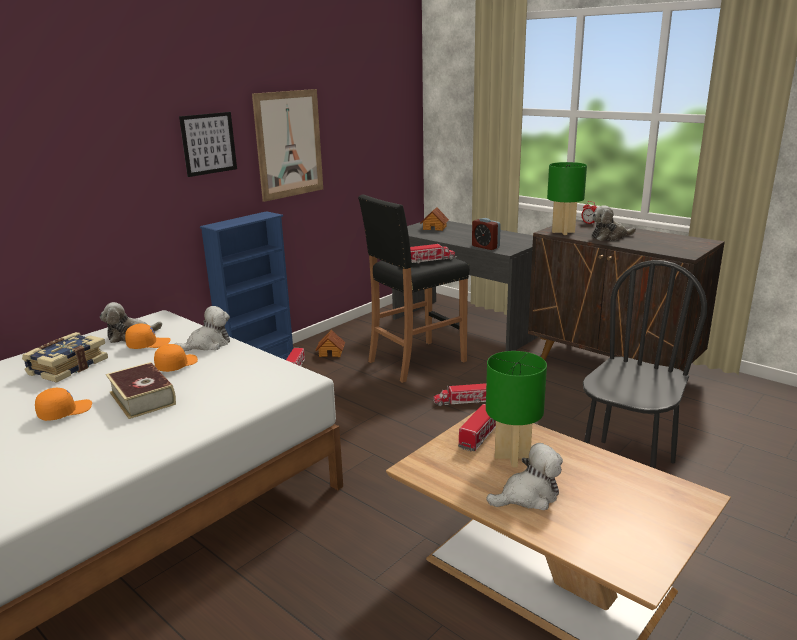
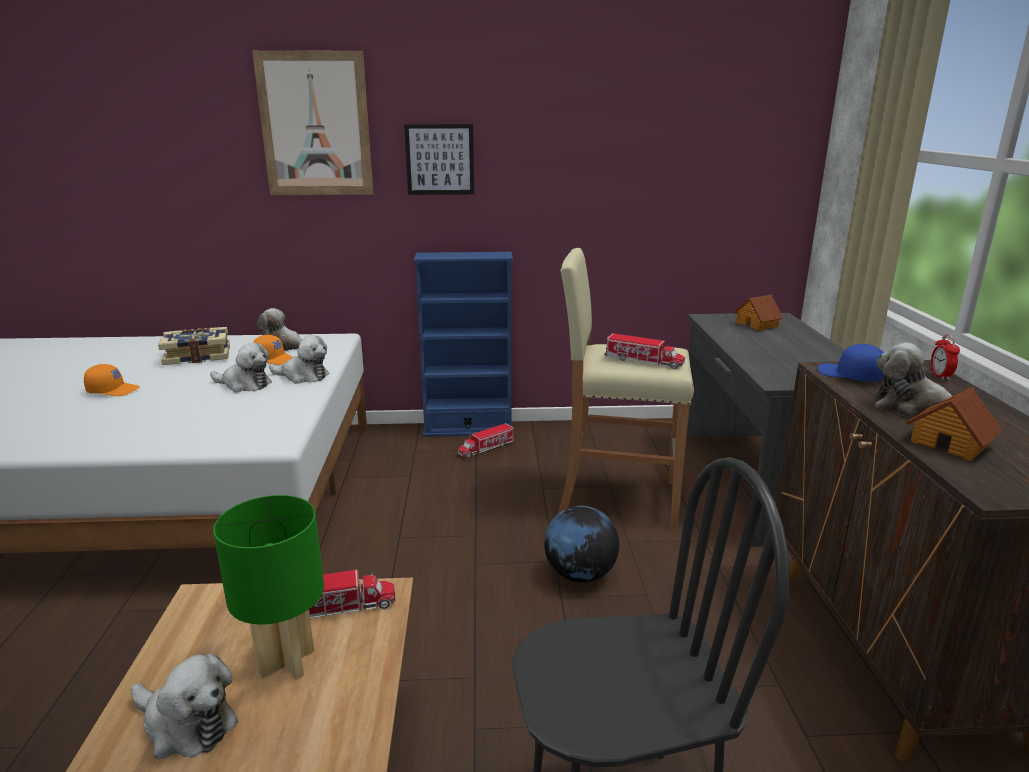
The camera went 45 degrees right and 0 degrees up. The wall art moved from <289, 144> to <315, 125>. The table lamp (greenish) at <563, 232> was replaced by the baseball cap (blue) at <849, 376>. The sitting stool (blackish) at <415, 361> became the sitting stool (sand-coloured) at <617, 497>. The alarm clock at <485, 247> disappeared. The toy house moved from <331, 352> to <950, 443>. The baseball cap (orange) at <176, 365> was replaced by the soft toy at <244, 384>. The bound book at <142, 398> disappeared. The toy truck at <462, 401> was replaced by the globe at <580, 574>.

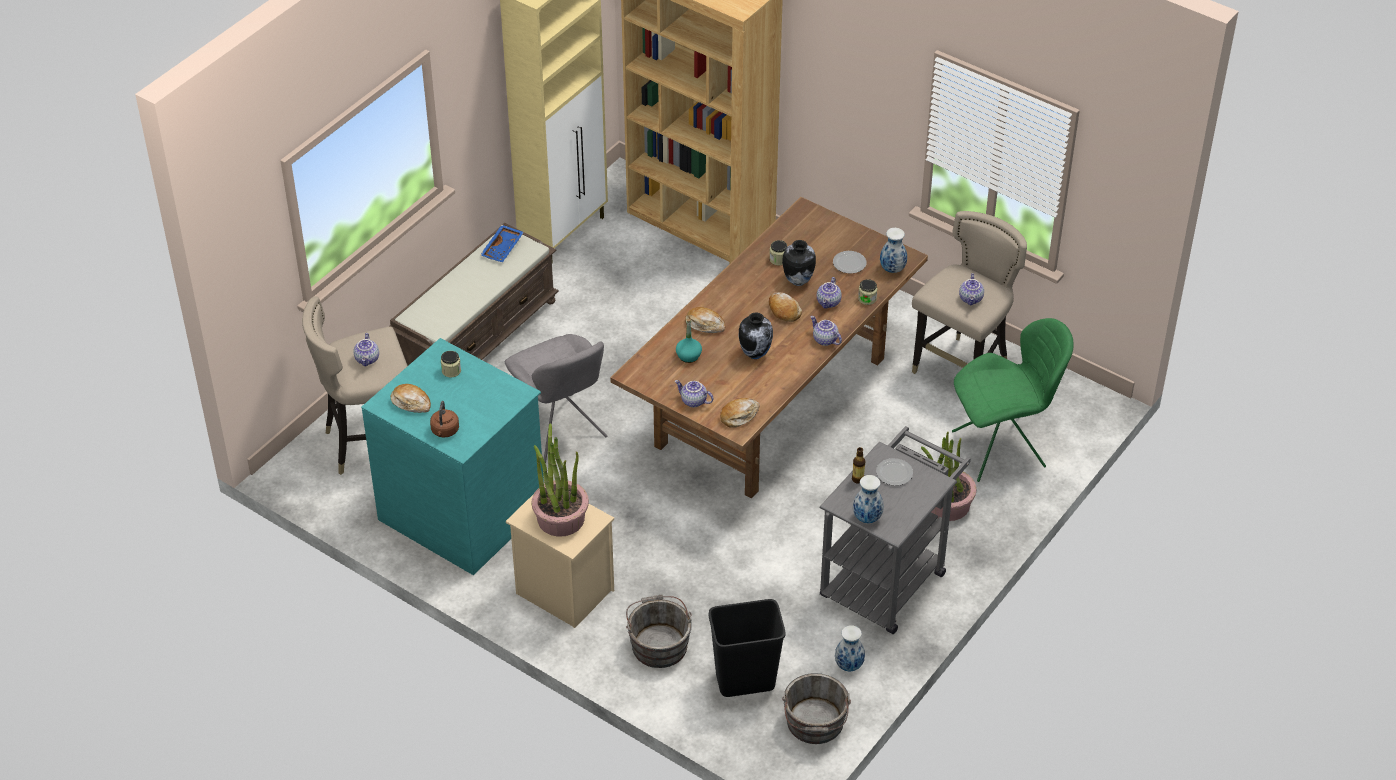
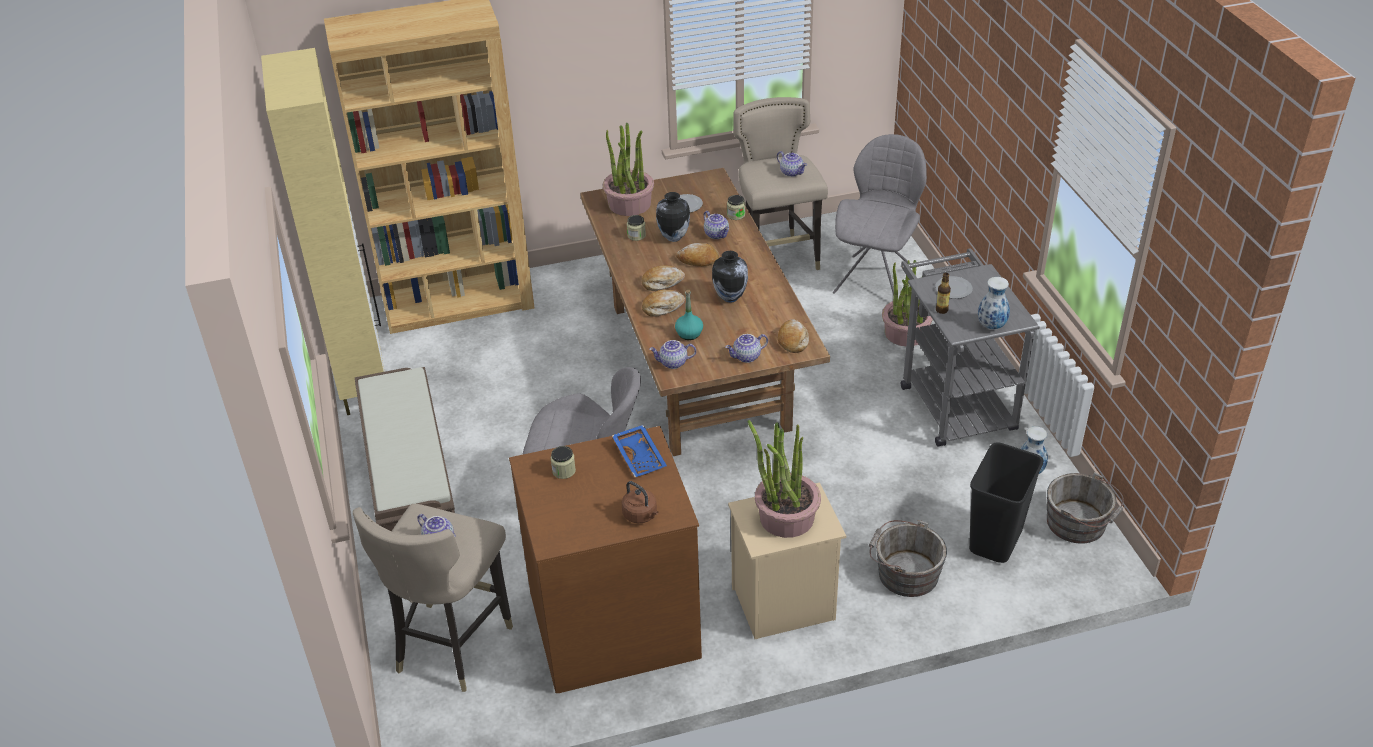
The camera went 50 degrees left and 5 degrees down. The tray (blue) moved from <503, 248> to <640, 456>. The flower vase at <892, 269> disappeared. The teapot moved from <824, 340> to <673, 363>. The chair (greenish) at <1002, 448> became the chair (gray) at <876, 279>. The drawer chest (blue-green) at <463, 511> became the drawer chest (brownish) at <613, 622>. The bread moved from <411, 402> to <662, 282>. The potted plant at <629, 204> appeared.

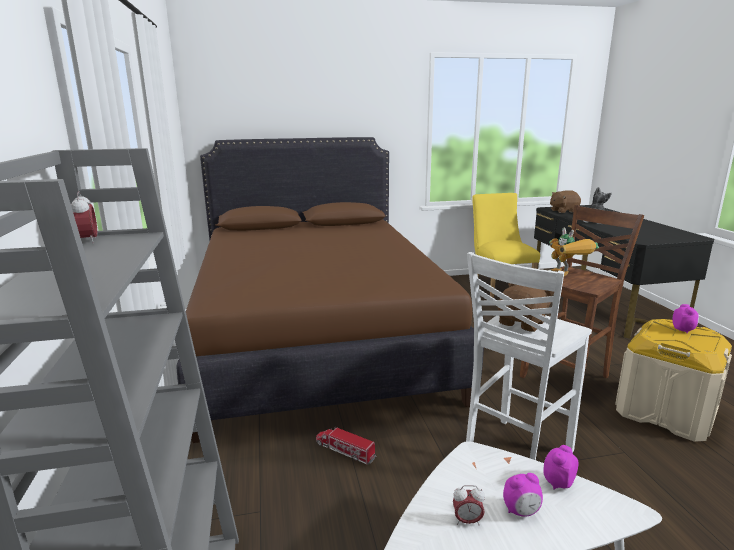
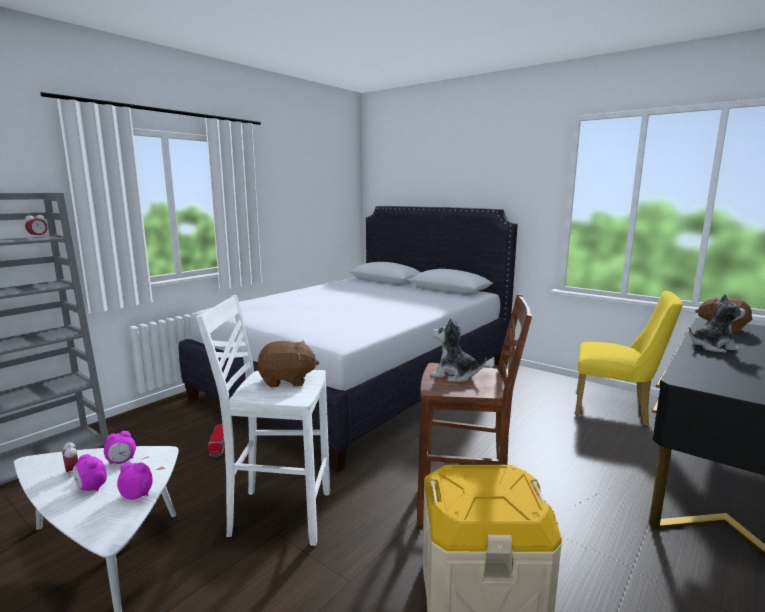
The camera went 50 degrees right and 5 degrees down. The bedroom bed (brownish) at <317, 337> became the bedroom bed (white-coloured) at <360, 379>. The chair (yellowish) at <499, 287> turned 75 degrees clockwise. The toy robot at <567, 277> was replaced by the soft toy at <454, 375>. The alarm clock moved from <683, 330> to <121, 462>.

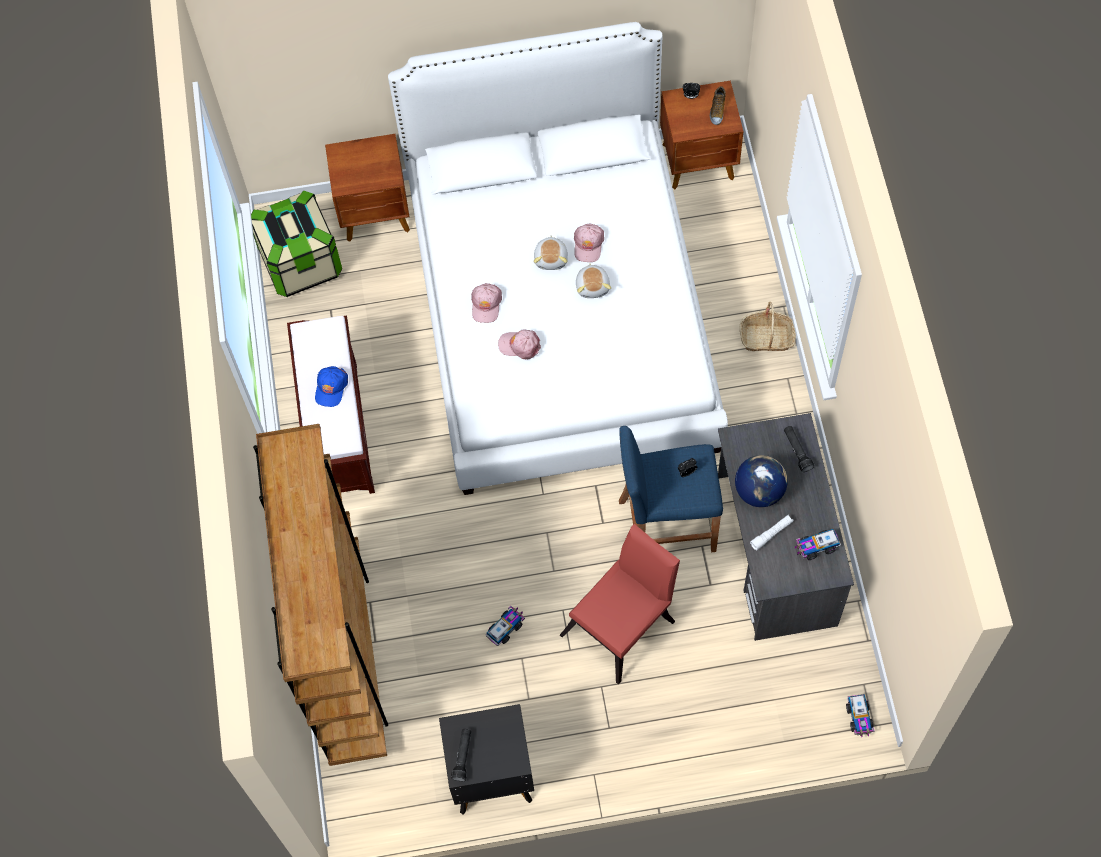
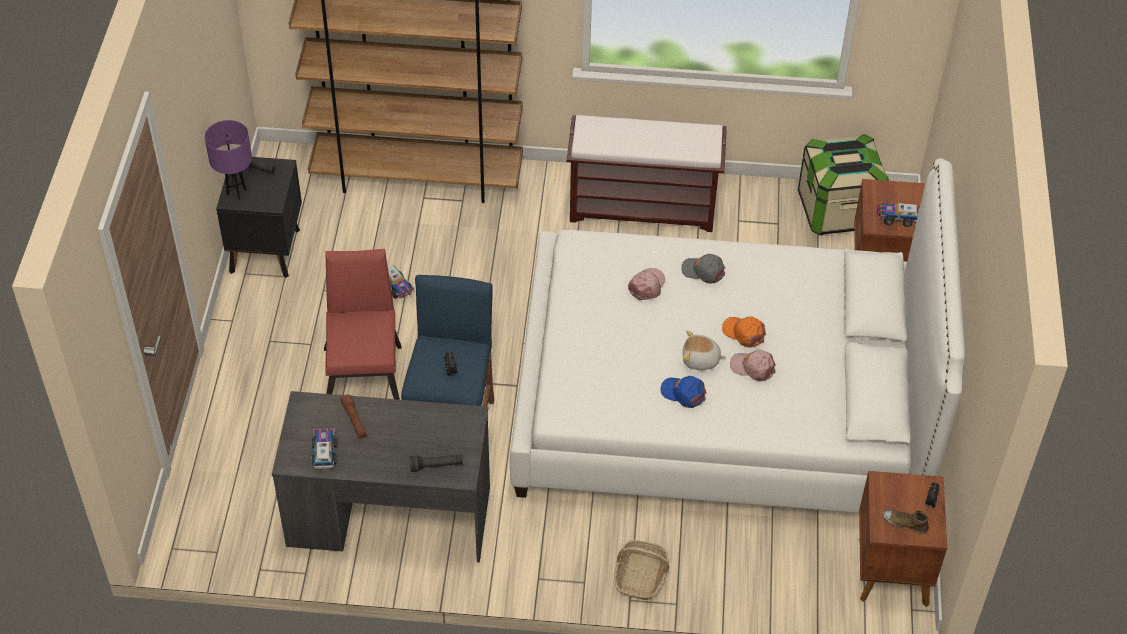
The camera went 100 degrees right and 15 degrees down. The soft toy at <551, 258> was replaced by the baseball cap (orange) at <744, 333>. The baseball cap (pink-coloured) at <486, 304> became the baseball cap (gray) at <703, 271>. The baseball cap (blue) moved from <331, 388> to <683, 393>. The globe at <759, 491> disappeared. The flashlight (white-coloured) at <771, 534> became the flashlight (brownish) at <354, 420>. The chair (reddish) at <624, 623> turned 150 degrees counterclockwise. The toy truck moved from <859, 718> to <896, 218>. The table lamp (purplish) at <236, 192> appeared.

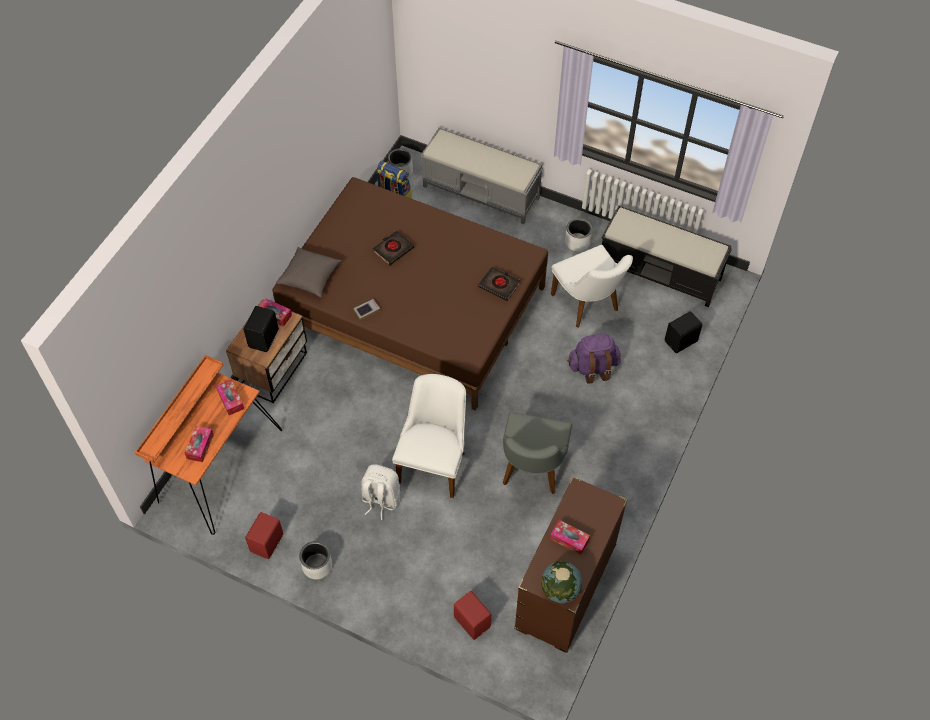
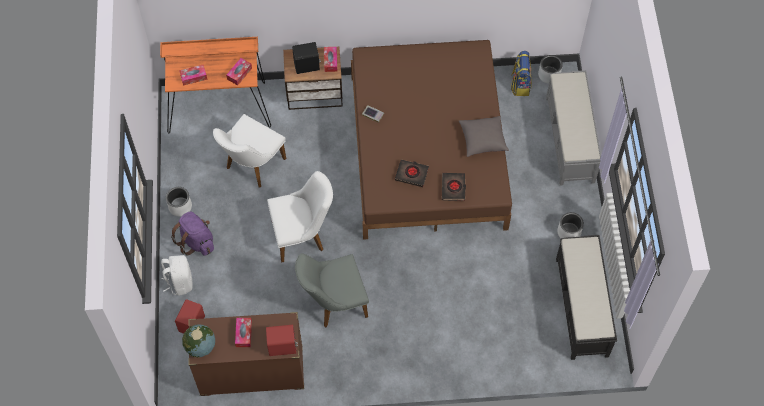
The camera went 60 degrees right and 5 degrees up. The bound book (blackish) moved from <393, 249> to <412, 174>. The chair (white-coloured) moved from <588, 306> to <251, 166>. The cushion (gray) moved from <310, 278> to <483, 140>. The audio speaker (blackish) at <681, 341> disappeared. The rucksack (purplish) moved from <593, 368> to <196, 241>. The rucksack (white-coloured) moved from <380, 499> to <179, 282>. The audio speaker (reddish) moved from <268, 543> to <283, 347>.

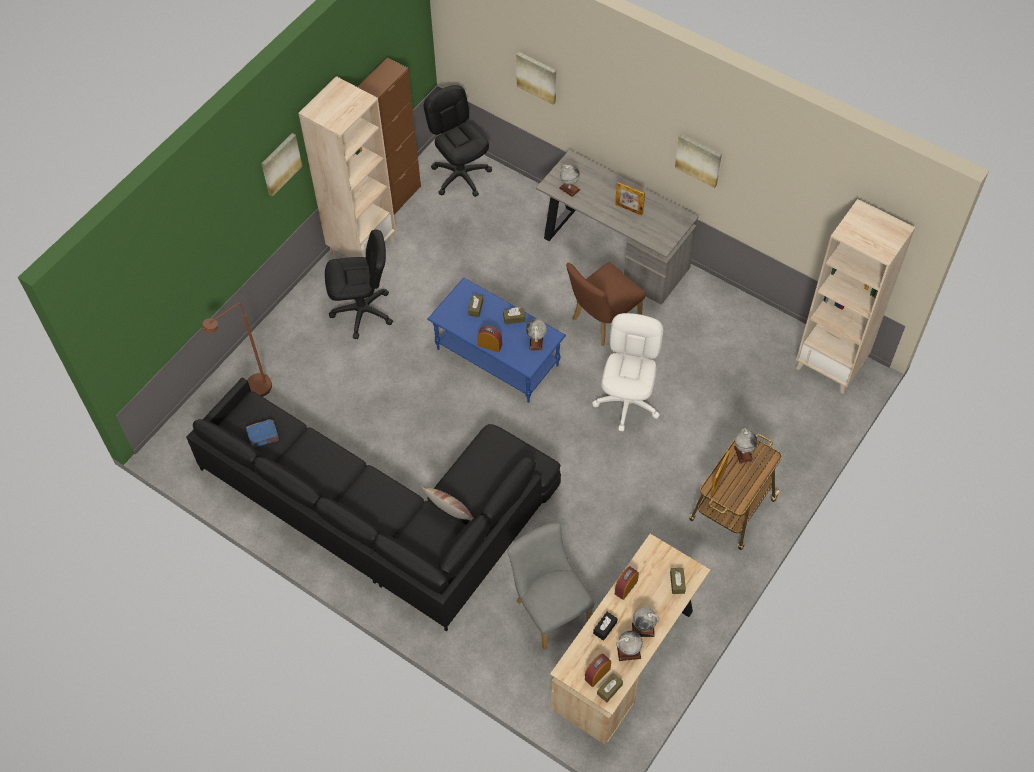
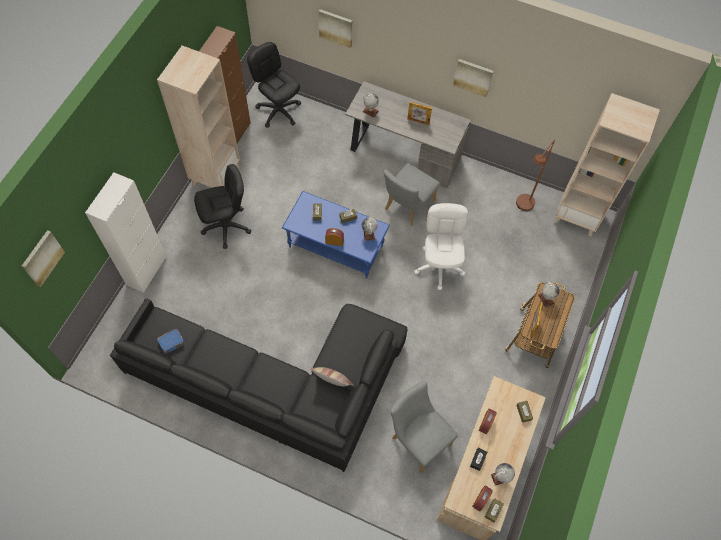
The camera went 15 degrees left and 5 degrees up. The wall art moved from <280, 164> to <42, 258>. The chair (brownish) at <602, 321> became the chair (gray) at <406, 207>. The standing lamp (brownish) moved from <253, 391> to <523, 207>. The globe at <643, 629> disappeared. The cupboard (white-coloured) at <146, 270> appeared.

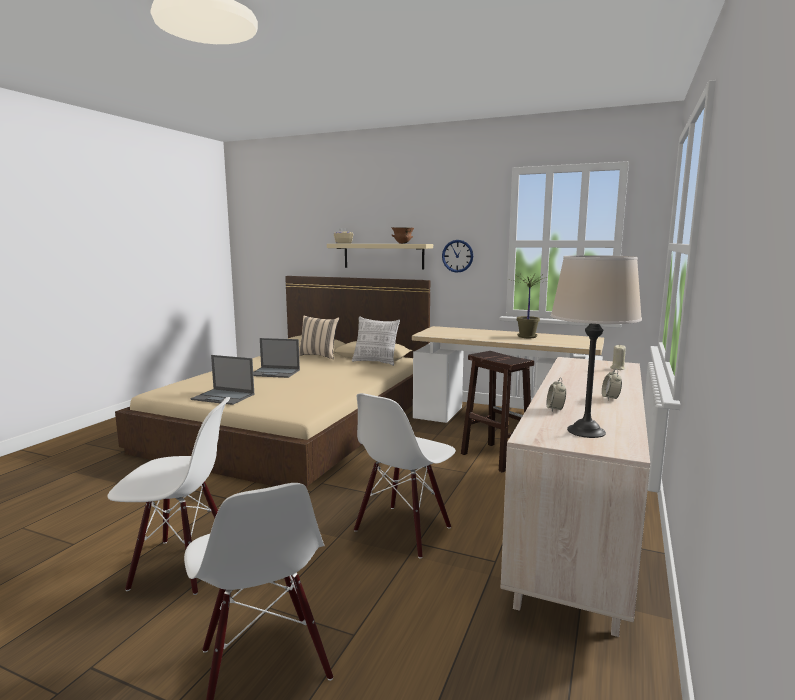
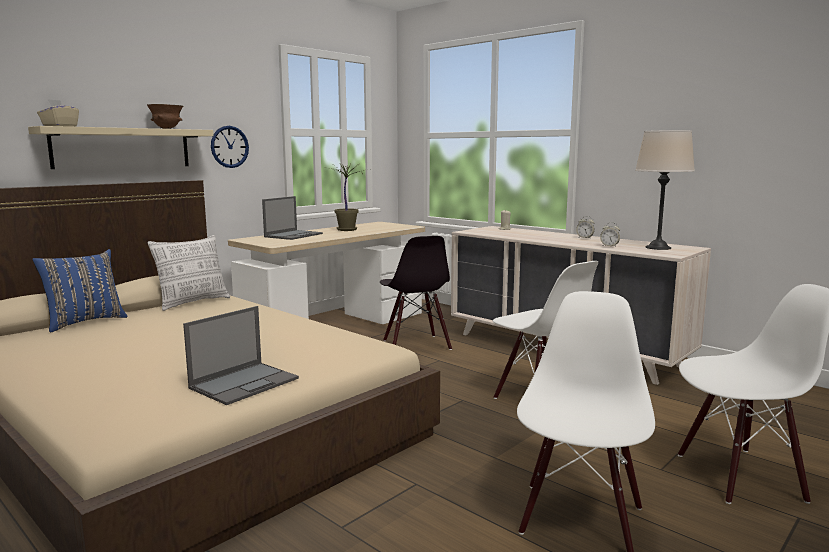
The camera went 70 degrees left and 0 degrees up. The cushion (sand-coloured) at <318, 356> became the cushion (blue) at <84, 322>. The notebook computer moved from <275, 373> to <294, 235>. The sitting stool (brownish) at <495, 457> was replaced by the chair (blackish) at <415, 345>.

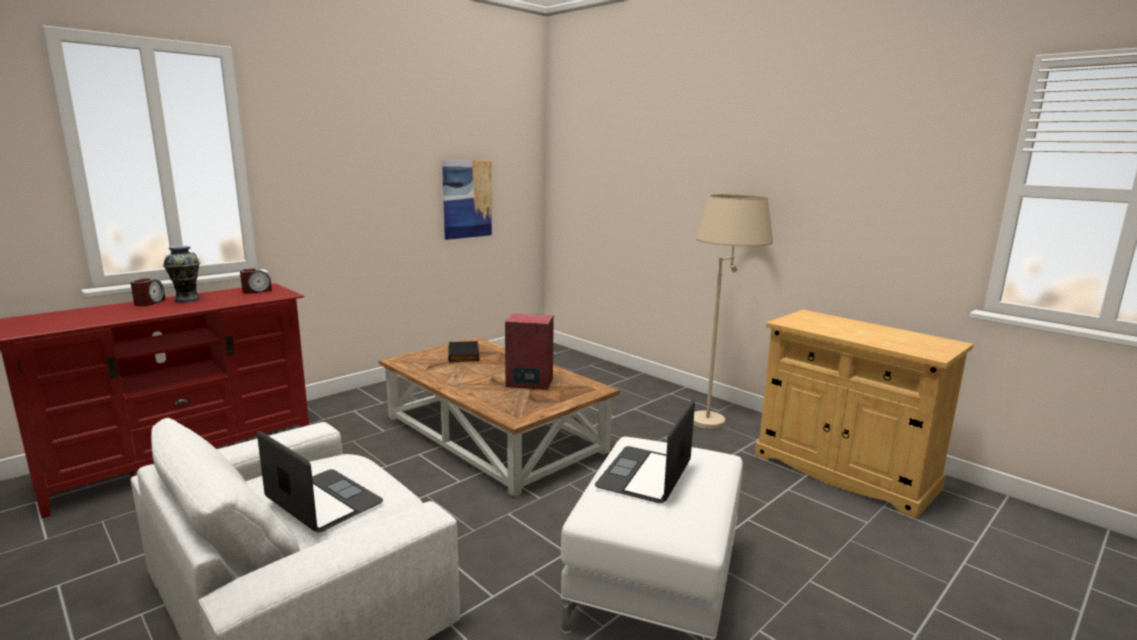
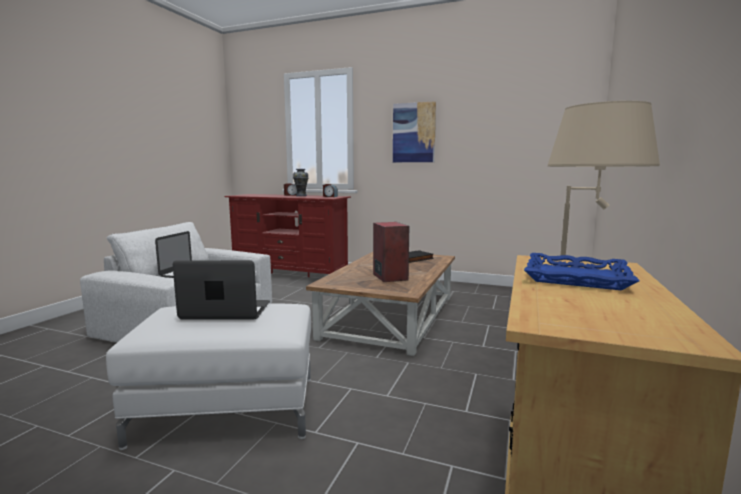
The camera went 65 degrees right and 5 degrees down. The wall art moved from <467, 199> to <414, 133>. The tray (blue) at <576, 278> appeared.

